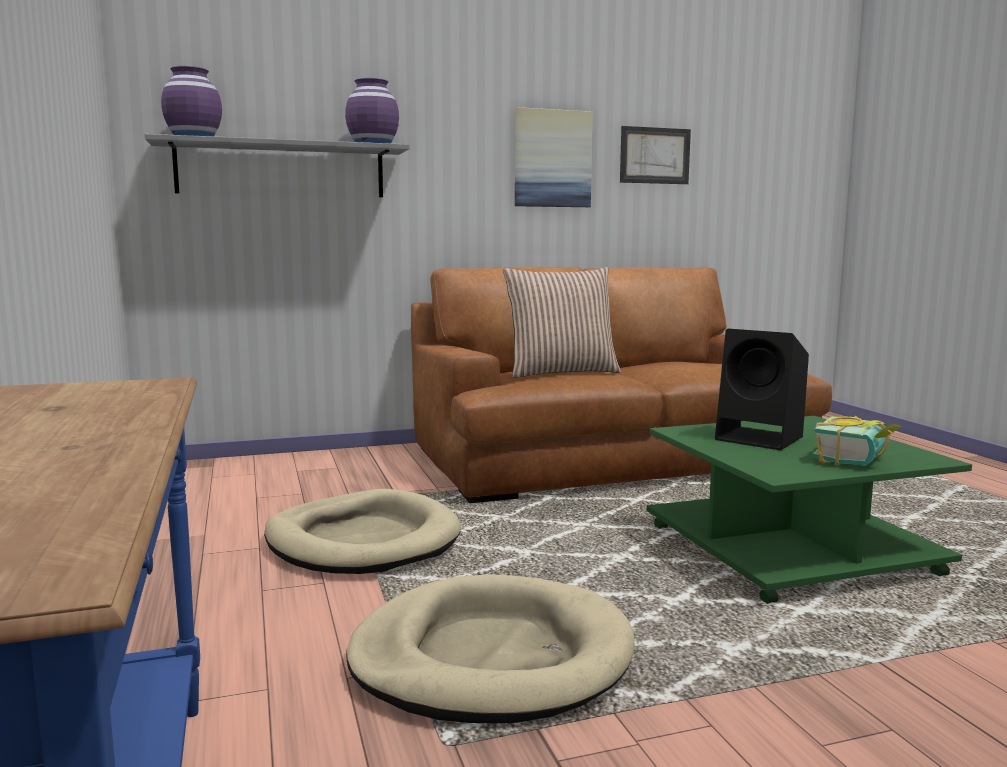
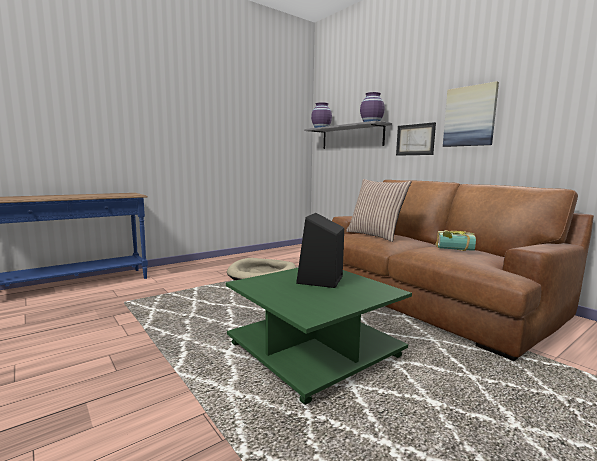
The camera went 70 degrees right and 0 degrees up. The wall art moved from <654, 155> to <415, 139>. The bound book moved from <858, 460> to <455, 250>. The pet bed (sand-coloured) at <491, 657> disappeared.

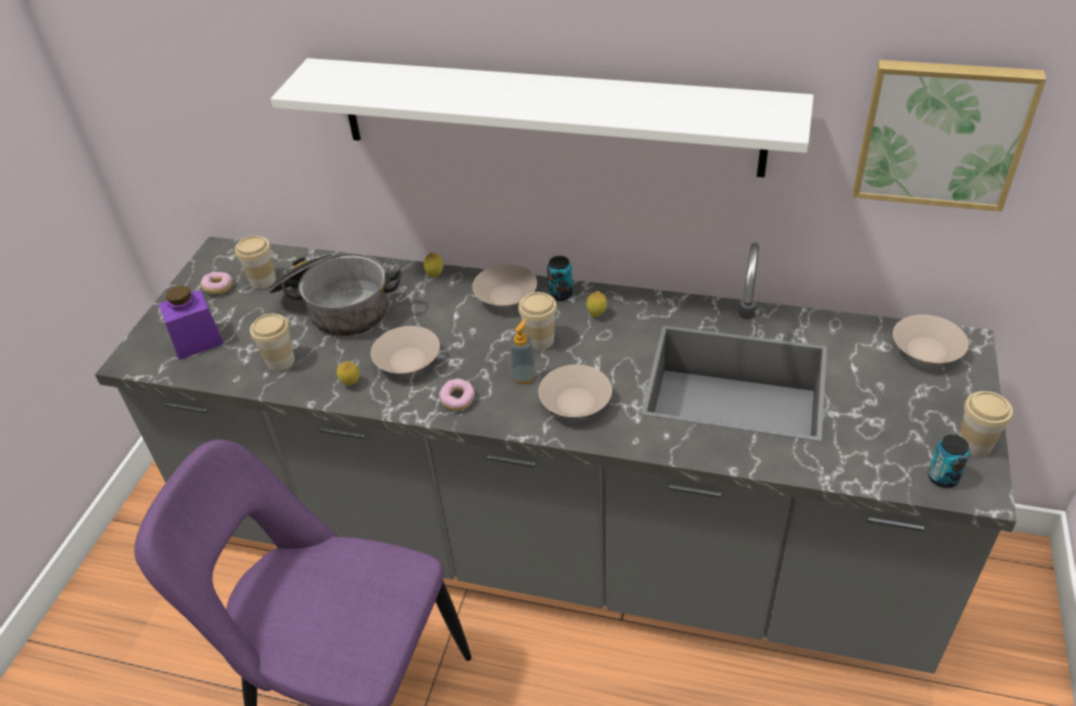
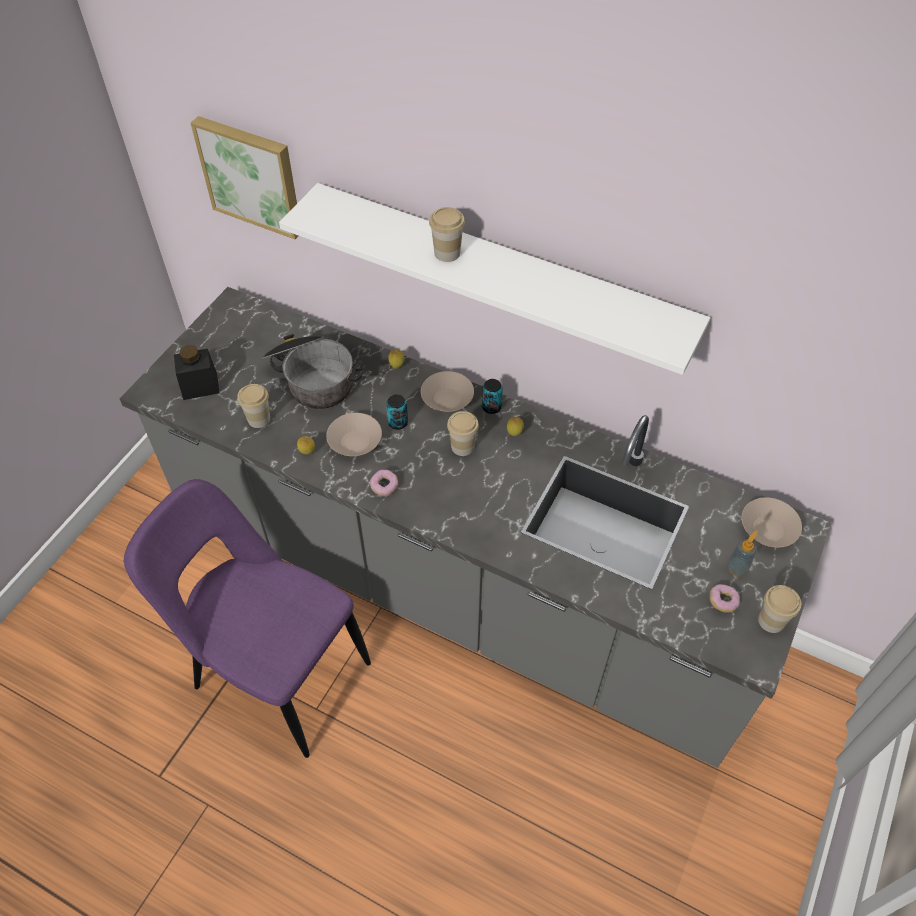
The camera went 10 degrees right and 10 degrees up. The wall art moved from <942, 133> to <251, 175>. The cup moved from <263, 280> to <447, 253>. The donut moved from <218, 288> to <722, 601>. The storage jar (purplish) at <197, 341> became the storage jar (blackish) at <200, 386>. The soap dispenser moved from <524, 376> to <737, 568>. The serving bowl (sand-coloured) at <574, 404> disappeared. The can moved from <942, 478> to <398, 423>.

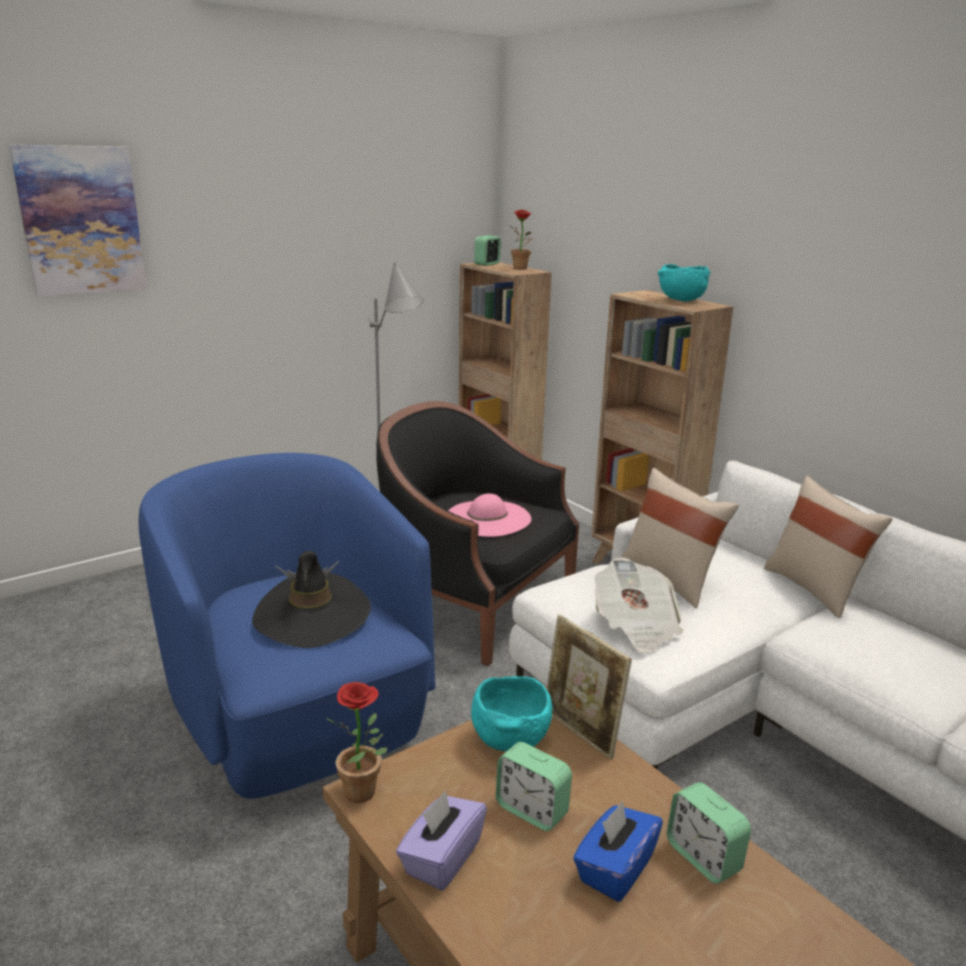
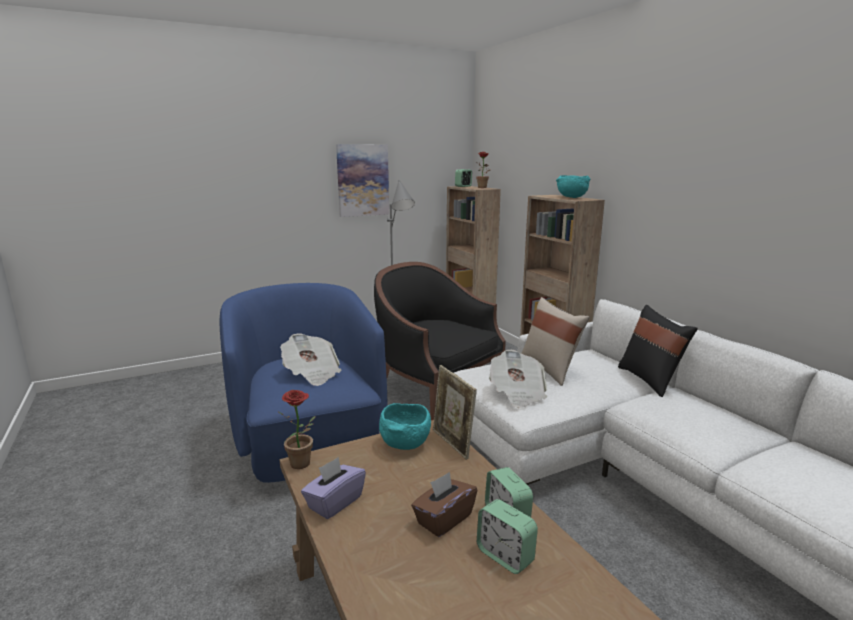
The camera went 10 degrees right and 5 degrees down. The wall art moved from <81, 220> to <363, 180>. The cushion (sand-coloured) at <815, 589> became the cushion (blackish) at <650, 380>. The clothing hat (pink-coloured) at <487, 518> disappeared. The clothing hat (blackish) at <312, 616> was replaced by the newspaper at <312, 374>. The alarm clock moved from <532, 810> to <505, 556>. The tissue box (blue) at <615, 869> became the tissue box (brownish) at <444, 519>.

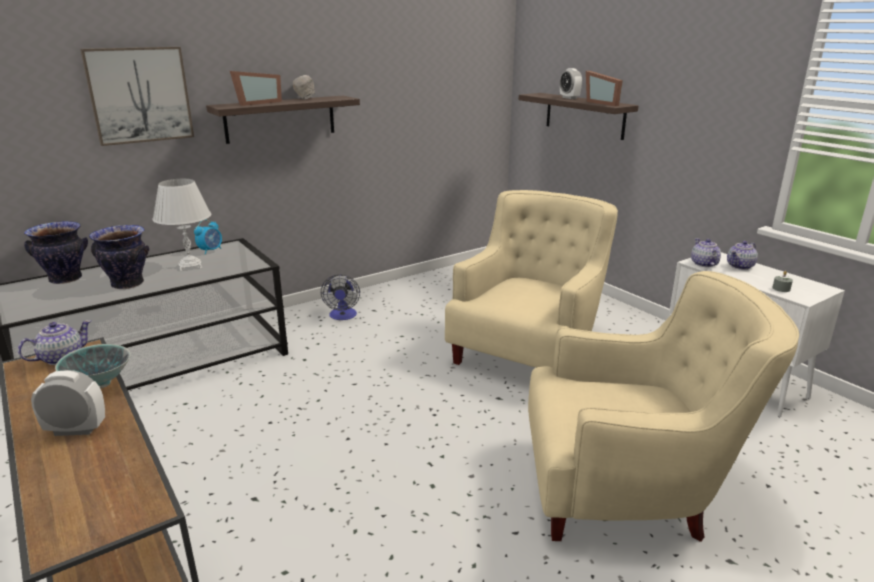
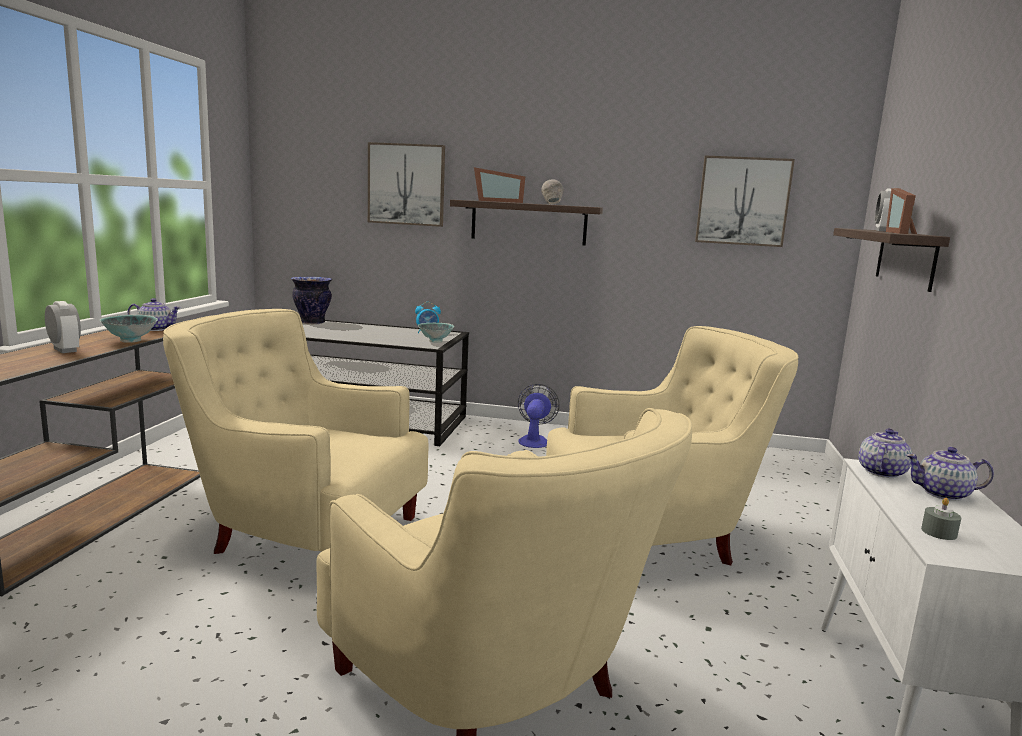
The camera went 45 degrees right and 10 degrees down. The table lamp (white-coloured) at <190, 266> disappeared. The flower vase at <127, 284> disappeared. The electric fan at <343, 316> turned 150 degrees clockwise. The wall art at <743, 201> appeared. The easy chair (sand-coloured) at <303, 532> appeared. The serving bowl at <435, 341> appeared.

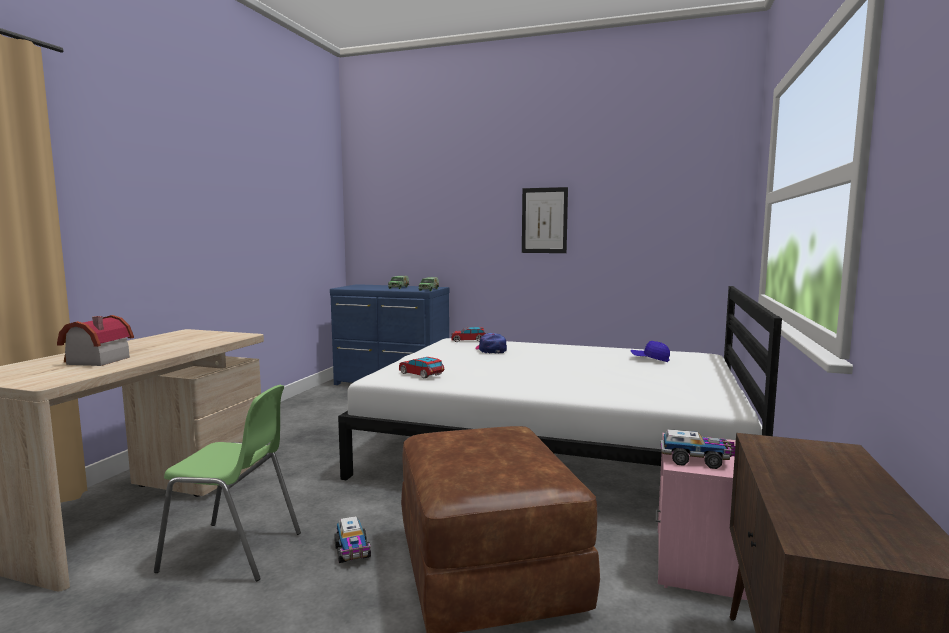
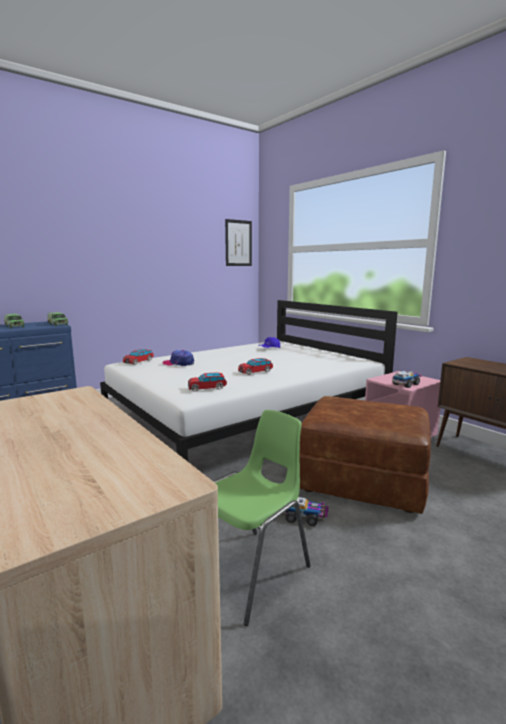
The camera went 55 degrees left and 5 degrees up. The wall art moved from <544, 220> to <238, 243>. The toy house at <94, 361> disappeared. The miniature car at <255, 372> appeared.

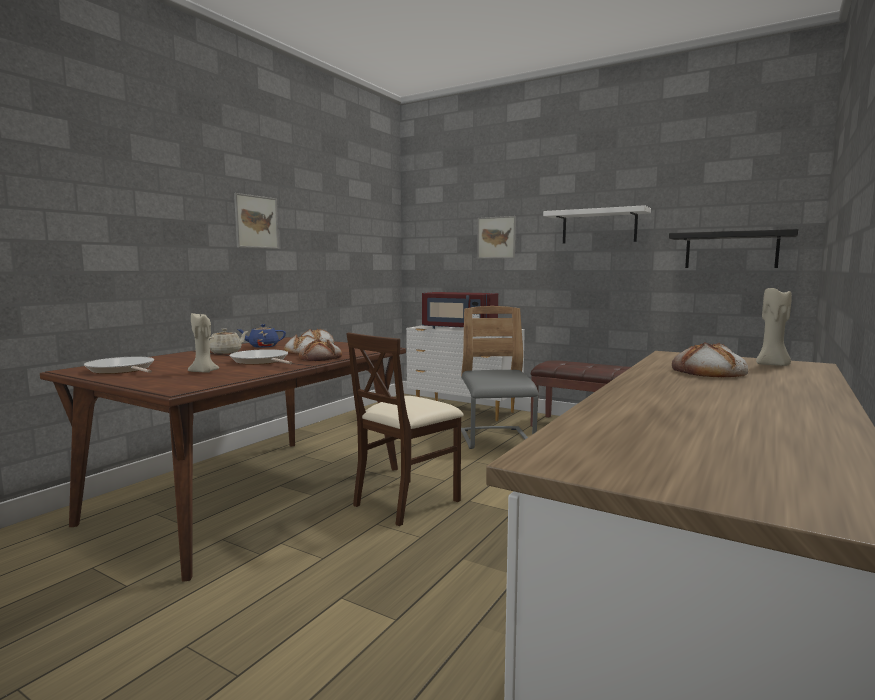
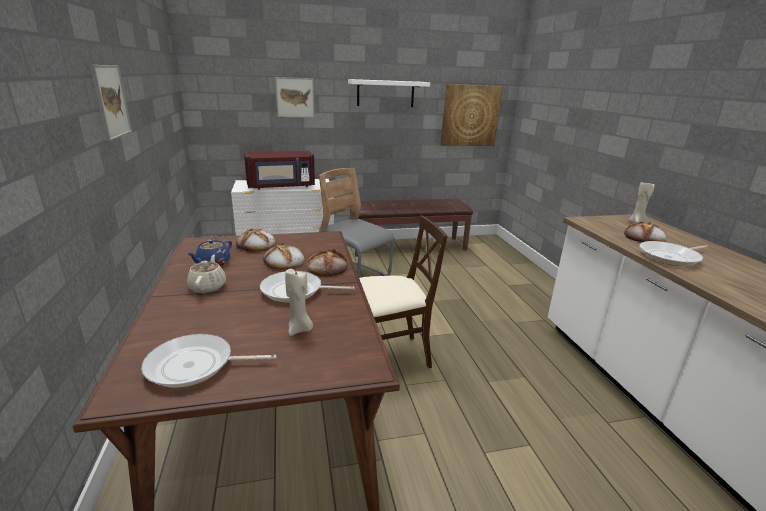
The camera went 45 degrees left and 15 degrees up. The wall shelf (blackish) at <731, 250> was replaced by the wall art at <470, 115>. The chair (sand-coloured) at <406, 501> turned 105 degrees counterclockwise. The frying pan at <671, 257> appeared.

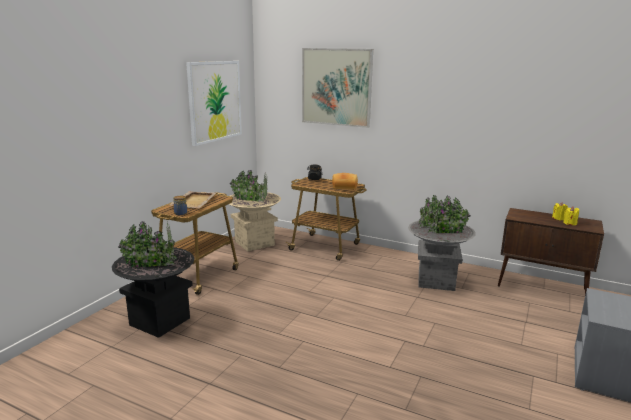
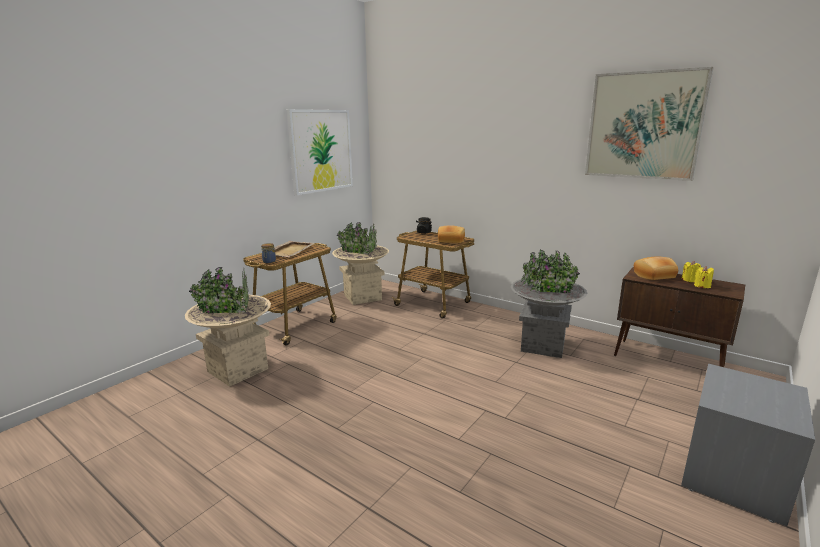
The camera went 10 degrees right and 0 degrees up. The wall art moved from <336, 87> to <643, 126>. The plant pot (blackish) at <160, 321> became the plant pot (sand-coloured) at <238, 370>. The bread at <654, 276> appeared.

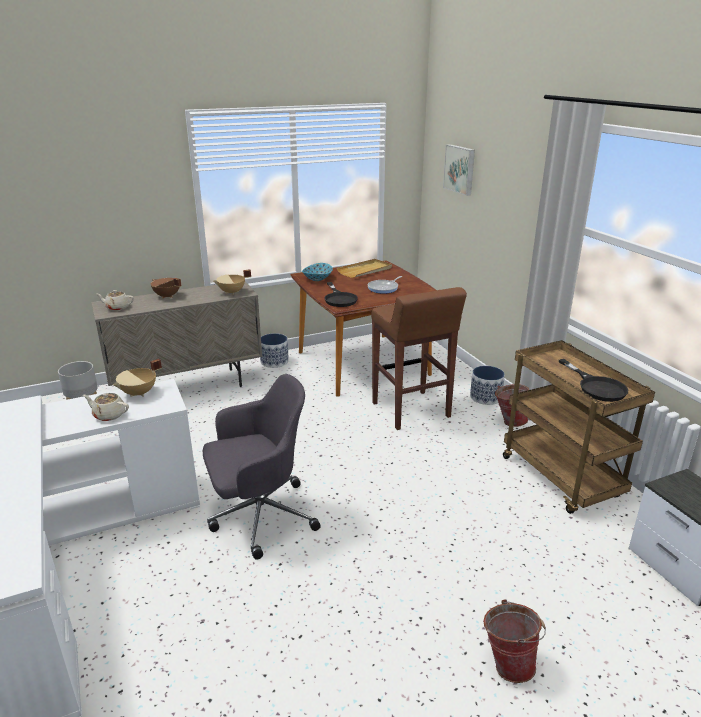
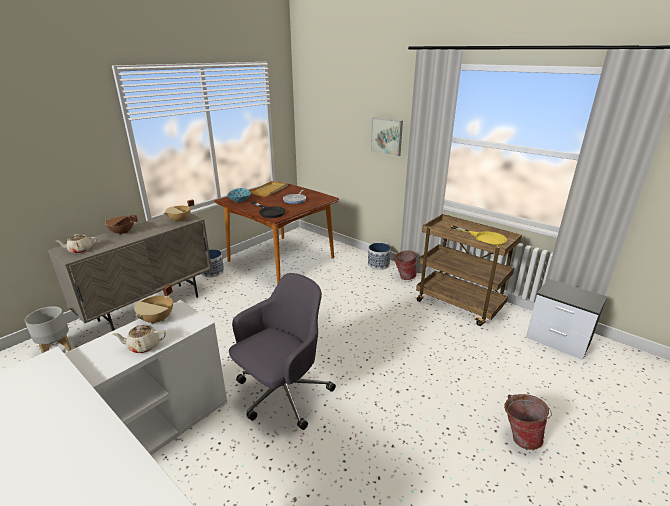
The camera went 25 degrees left and 0 degrees up. The wall art moved from <460, 169> to <387, 136>. The sitting stool (brownish) at <411, 411> disappeared. The frying pan (blackish) at <596, 386> became the frying pan (yellowish) at <484, 238>.

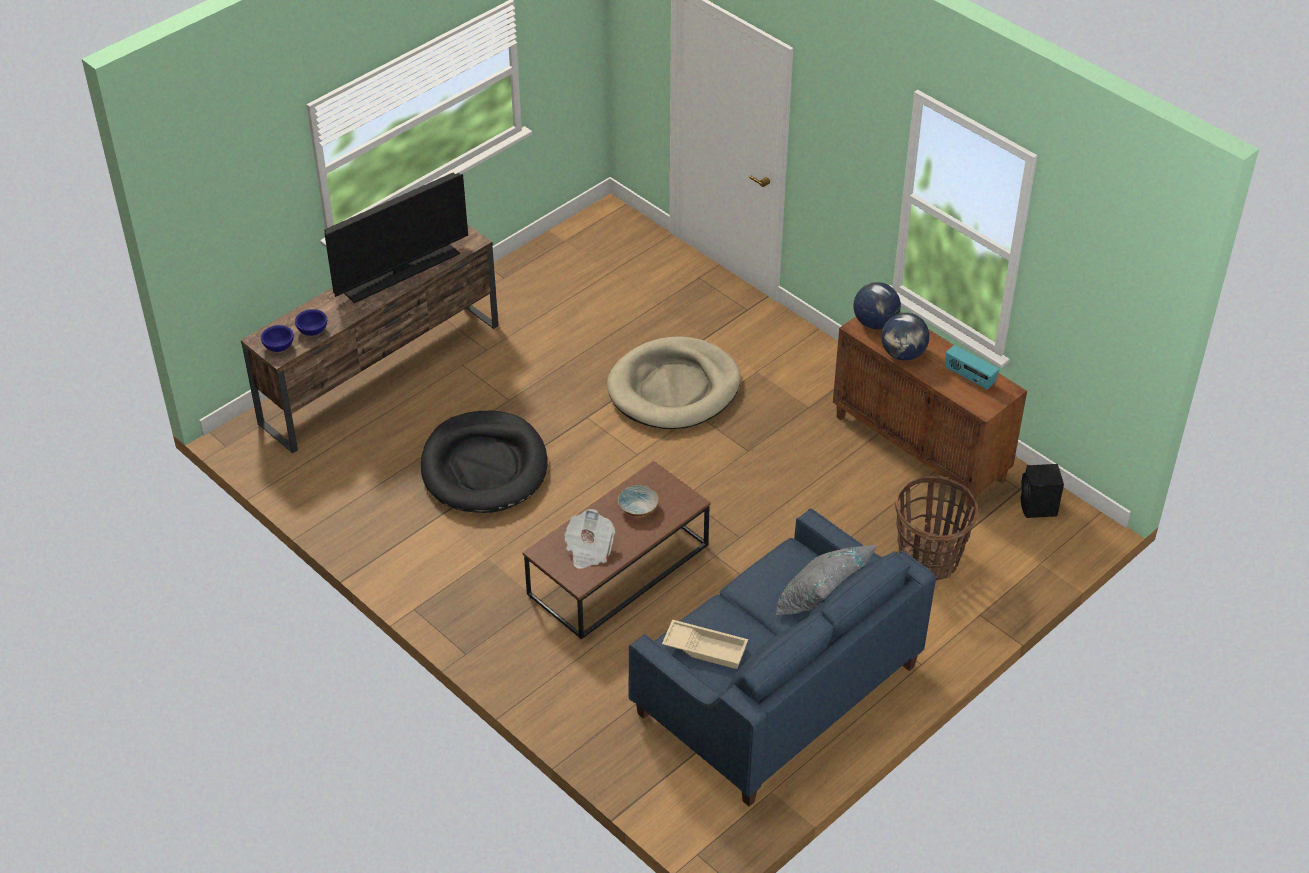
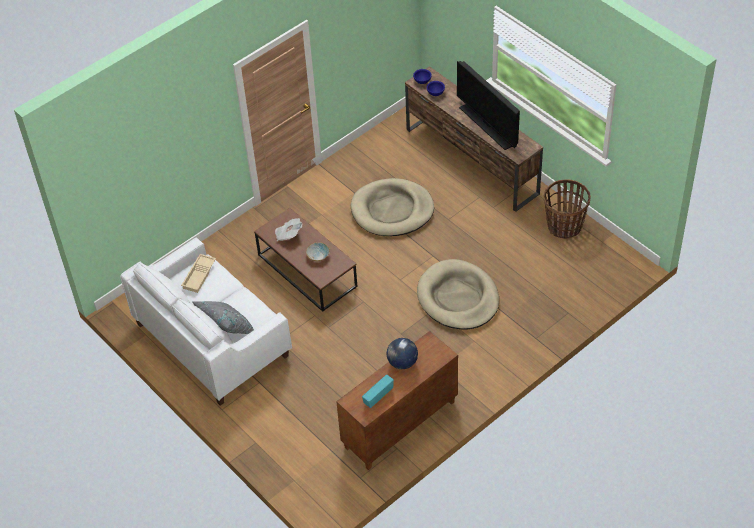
The camera went 95 degrees right and 5 degrees up. The globe at <875, 323> disappeared. The pet bed (blackish) at <484, 467> became the pet bed (sand-coloured) at <392, 210>. The audio speaker (blackish) at <1038, 508> disappeared. The storage basket moved from <929, 559> to <564, 226>. The sofa (blue) at <776, 690> became the sofa (white-coloured) at <212, 340>.

